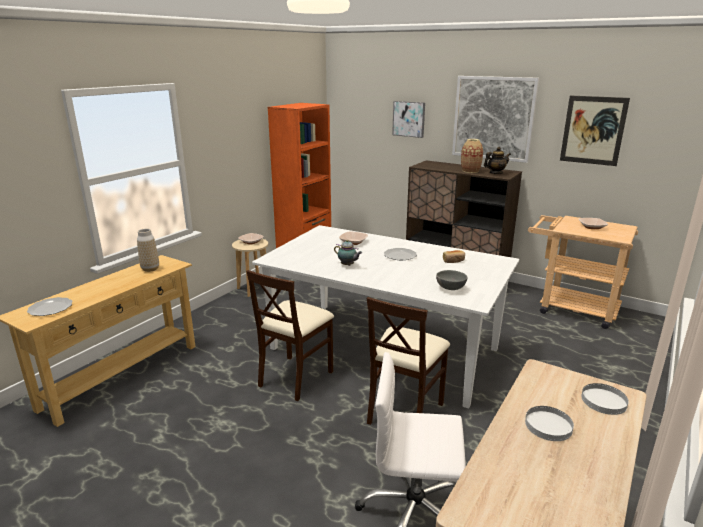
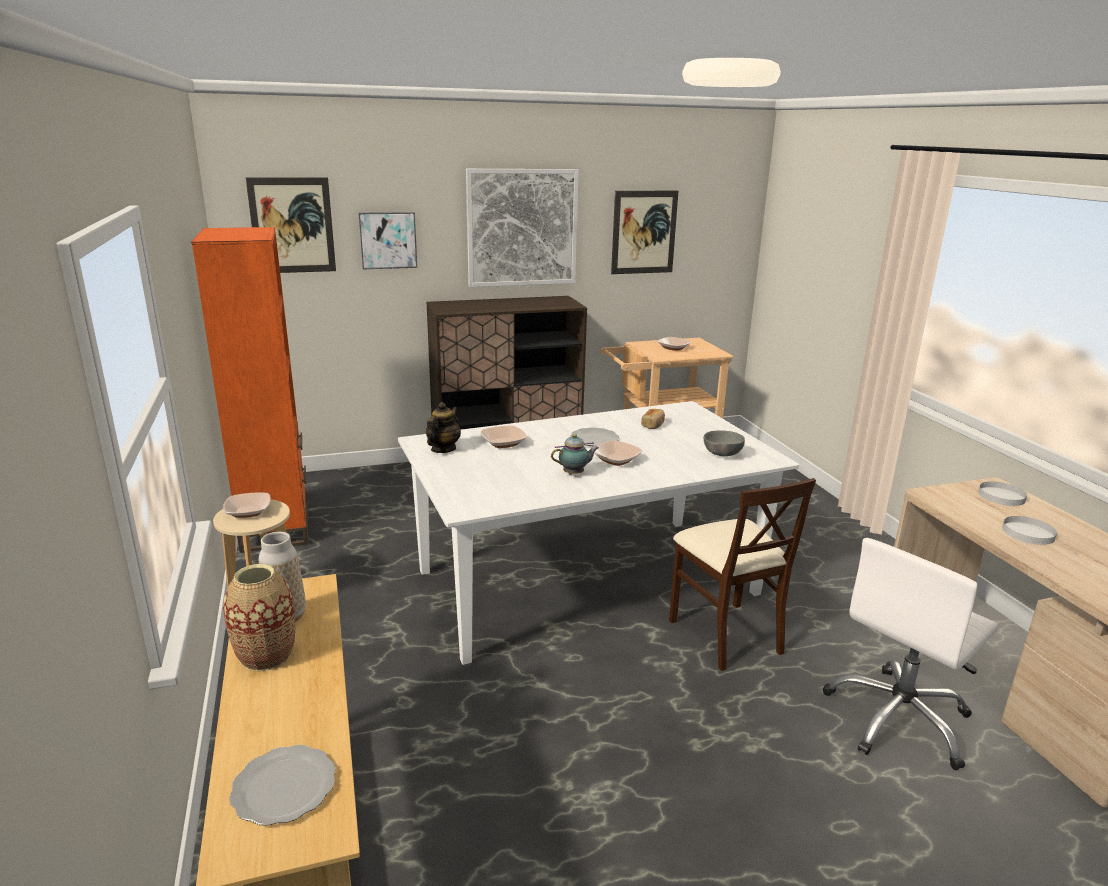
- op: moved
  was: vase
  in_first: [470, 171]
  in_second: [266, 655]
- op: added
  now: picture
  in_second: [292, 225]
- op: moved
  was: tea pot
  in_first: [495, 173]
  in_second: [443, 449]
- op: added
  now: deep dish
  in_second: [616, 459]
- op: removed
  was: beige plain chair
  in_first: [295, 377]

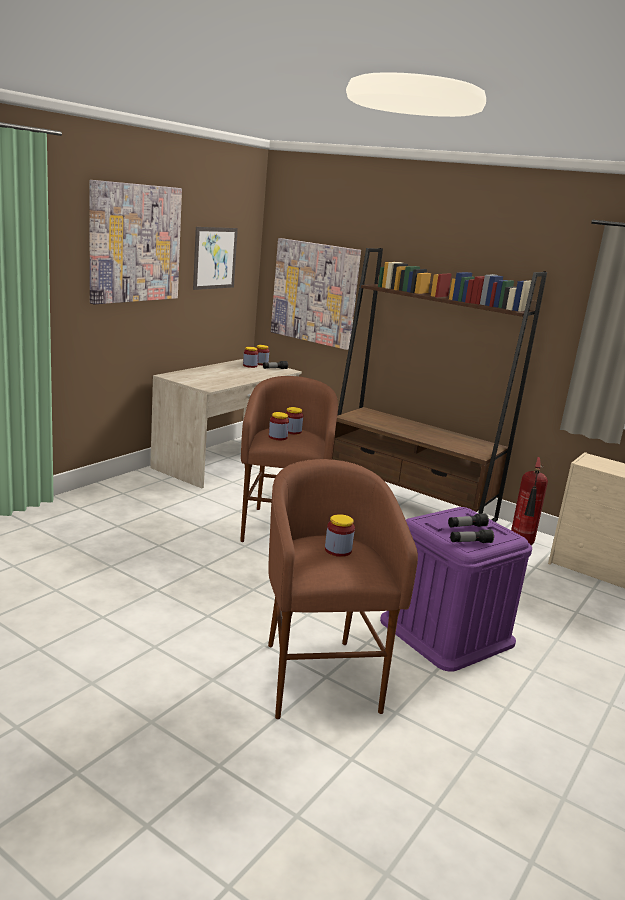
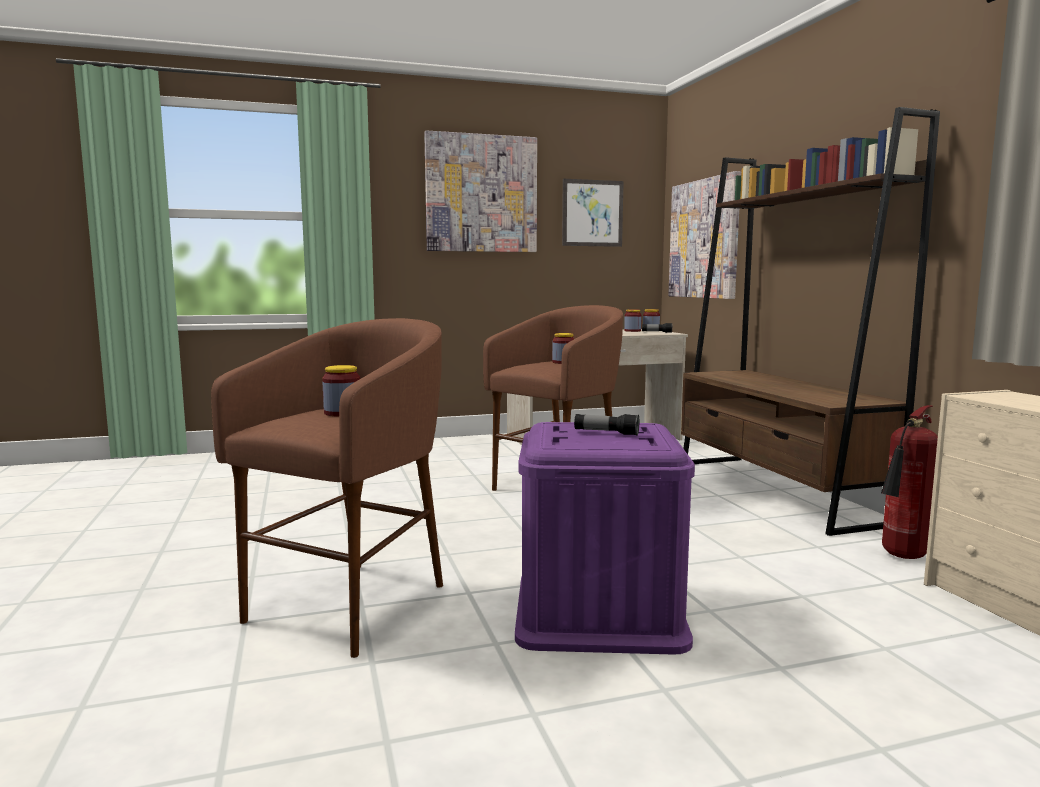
- op: removed
  was: storage jar
  in_first: [278, 437]
- op: removed
  was: torch
  in_first: [470, 542]

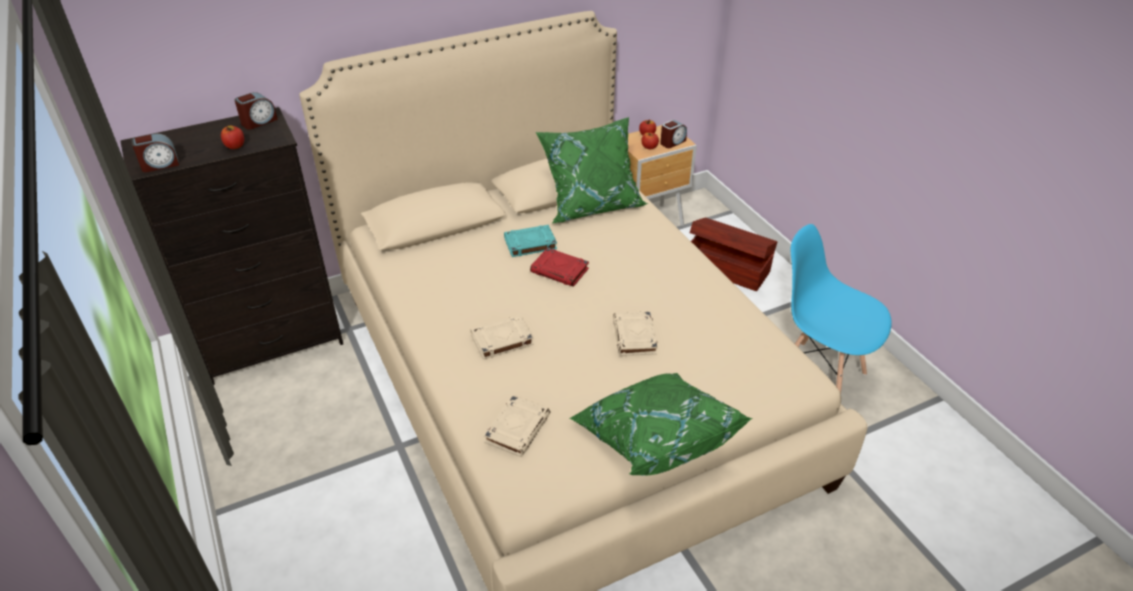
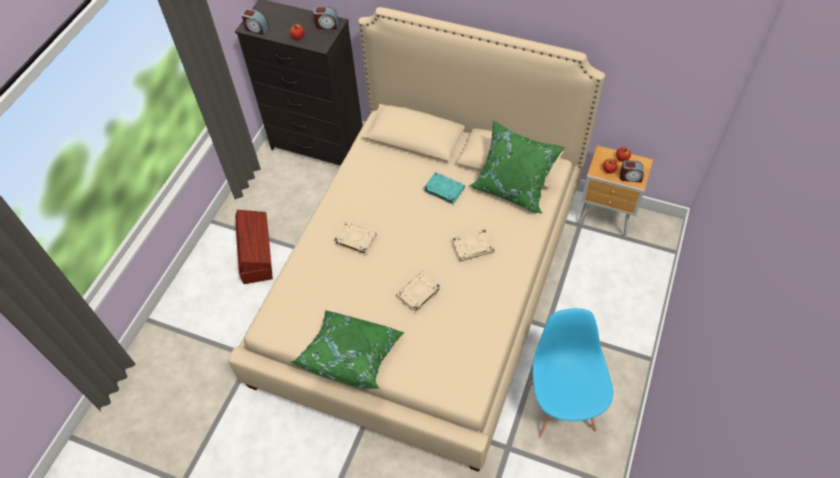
- op: moved
  was: brownish storage box
  in_first: [726, 267]
  in_second: [257, 255]
- op: moved
  was: beige book
  in_first: [517, 428]
  in_second: [473, 247]
- op: removed
  was: red-coloured book
  in_first: [560, 271]

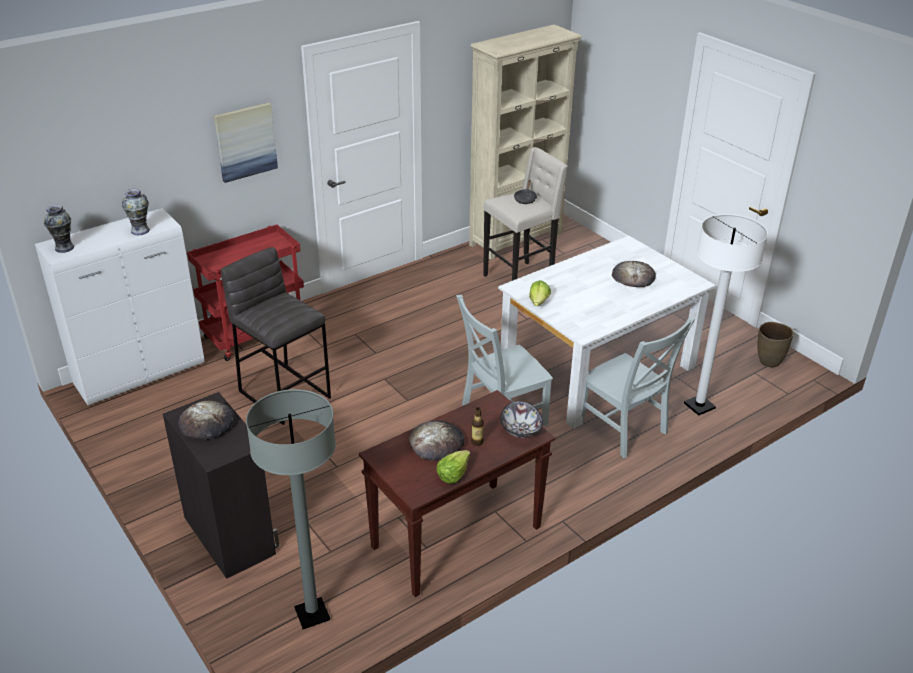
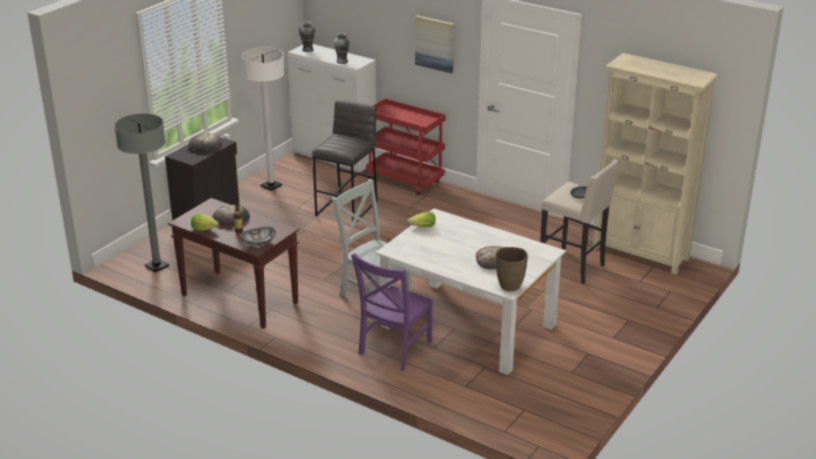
- op: moved
  was: whitish standard lamp
  in_first: [699, 406]
  in_second: [271, 186]
- op: recoloured
  was: grey plain chair
  now: purple-coloured plain chair
  in_first: [624, 430]
  in_second: [393, 349]
- op: moved
  was: brownish vase
  in_first: [768, 362]
  in_second: [509, 286]

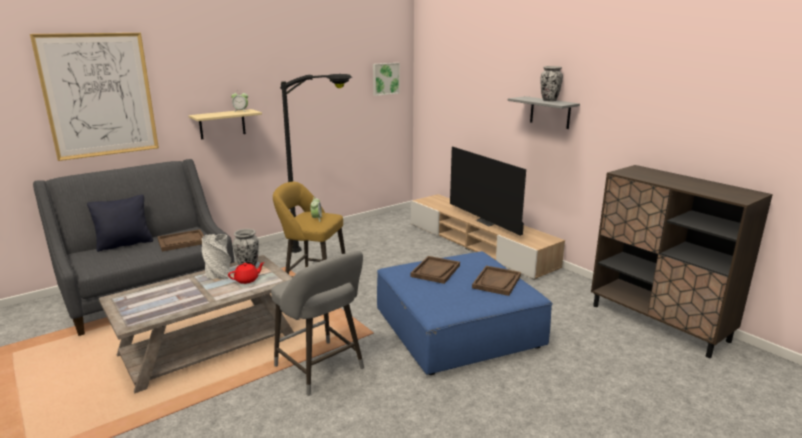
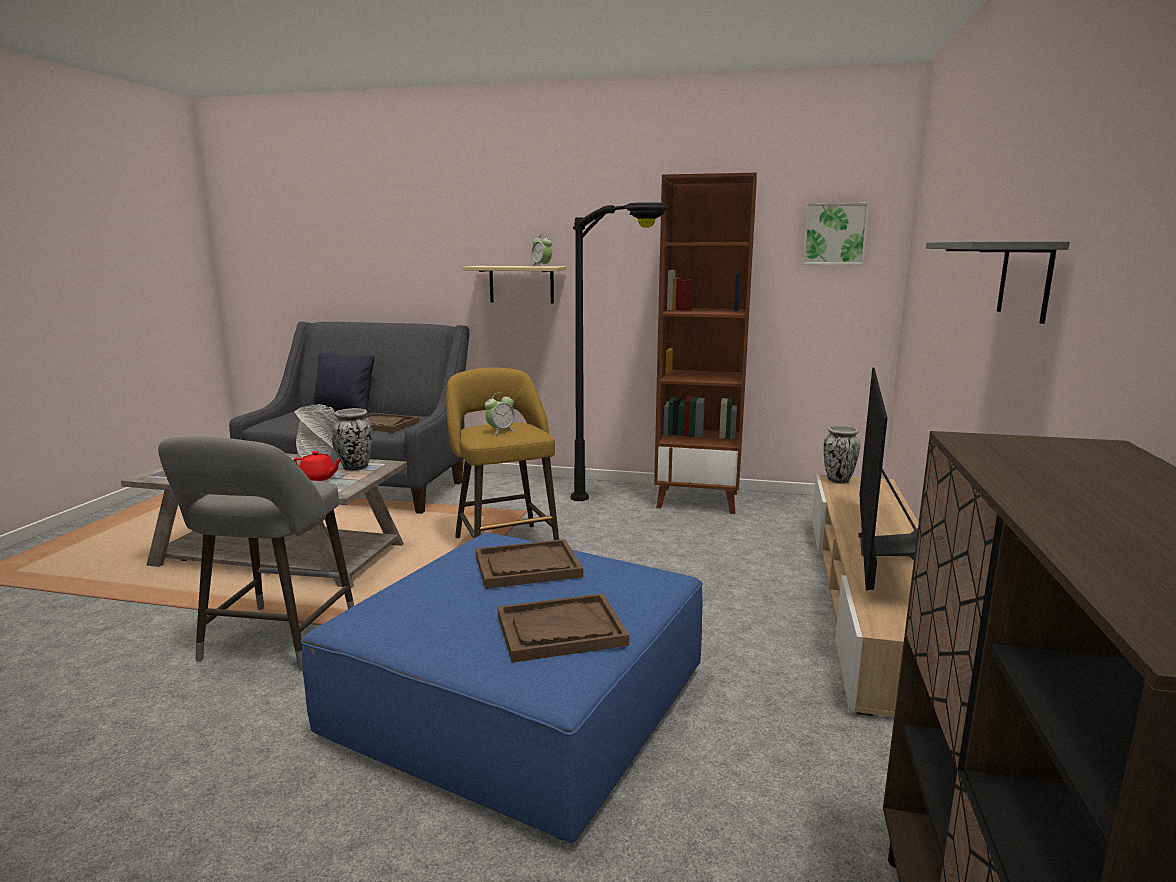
- op: added
  now: brownish bookshelf
  in_second: [698, 500]
- op: moved
  was: vase
  in_first: [549, 100]
  in_second: [838, 480]
- op: removed
  was: picture
  in_first: [99, 95]

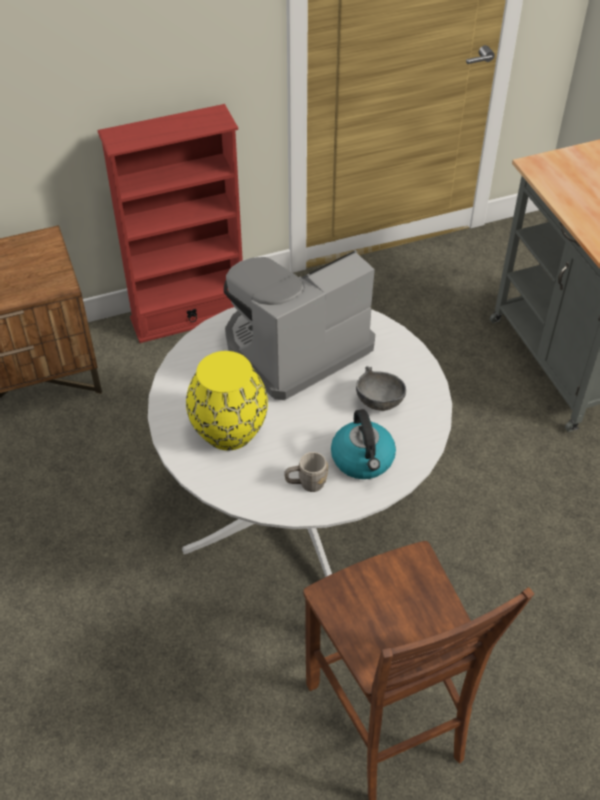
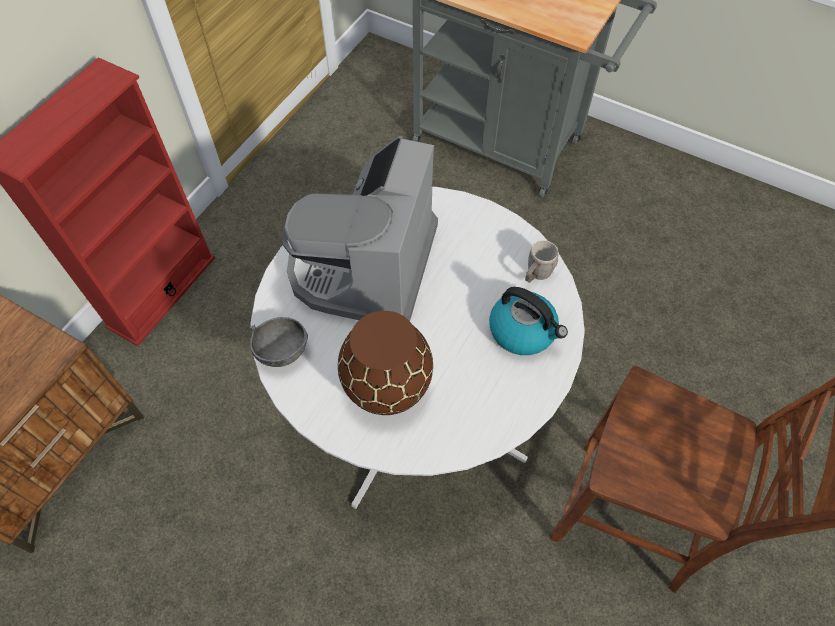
- op: moved
  was: grey deep dish
  in_first: [380, 401]
  in_second: [282, 350]
- op: recoloured
  was: yellow-coloured vase
  now: brownish vase
  in_first: [228, 430]
  in_second: [386, 388]
- op: moved
  was: grey tea mug
  in_first: [306, 484]
  in_second: [536, 274]

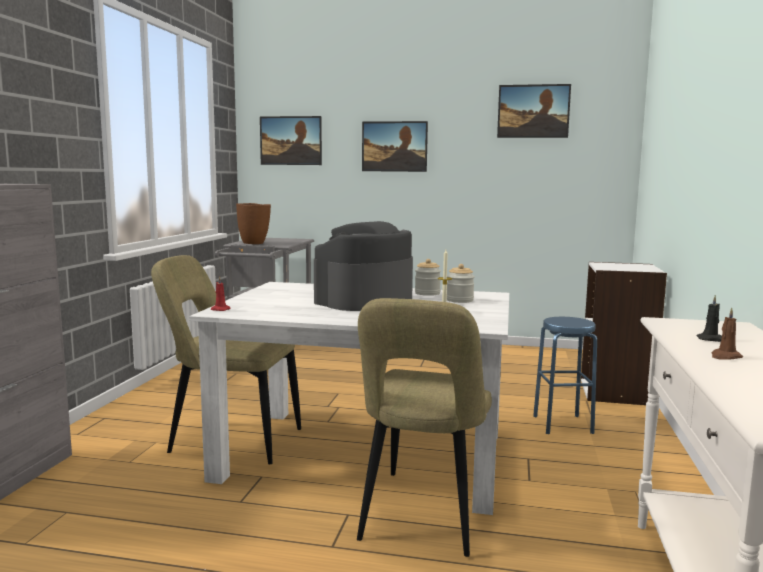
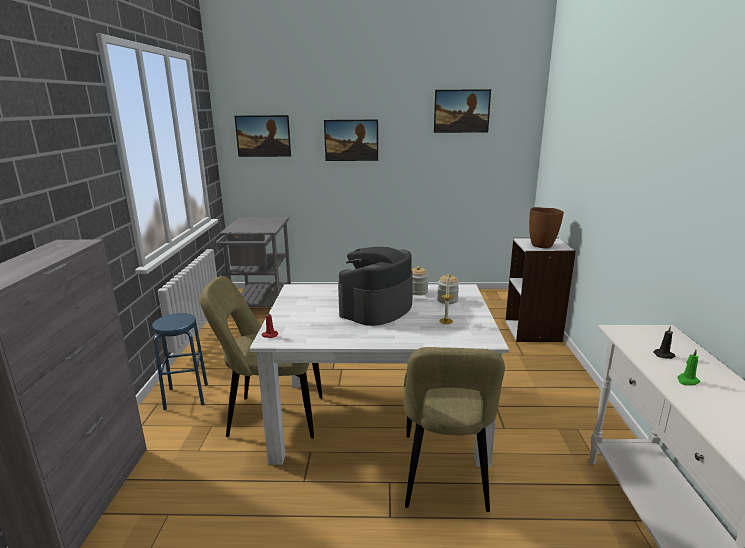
- op: moved
  was: bluish stool
  in_first: [562, 424]
  in_second: [186, 396]
- op: moved
  was: brownish vase
  in_first: [254, 243]
  in_second: [542, 245]
- op: recoloured
  was: brownish candle
  now: green candle
  in_first: [725, 357]
  in_second: [687, 381]

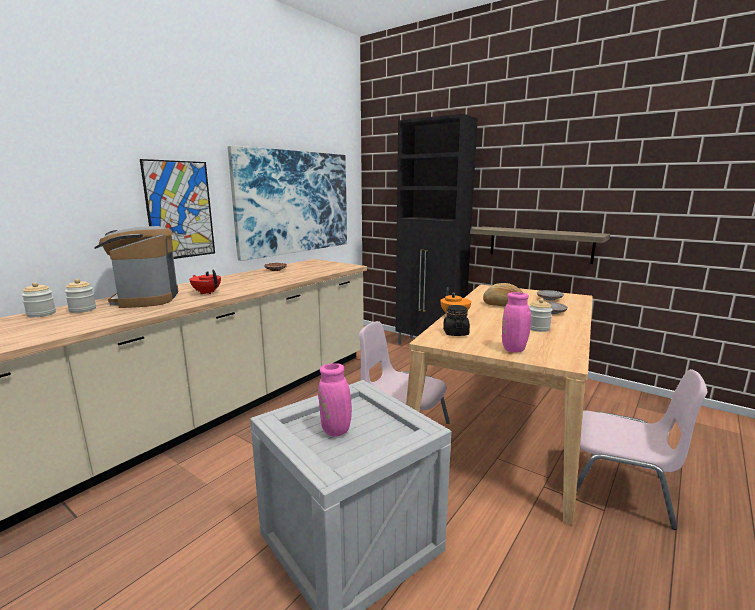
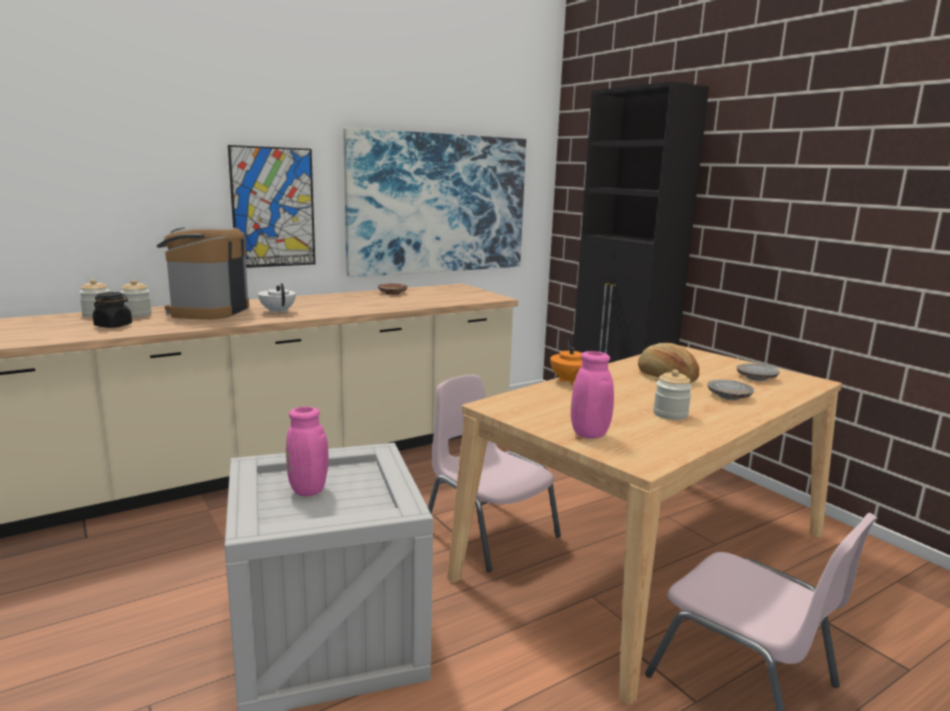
- op: moved
  was: black storage jar
  in_first: [455, 333]
  in_second: [113, 325]
- op: recoloured
  was: red-coloured tea pot
  now: whitish tea pot
  in_first: [207, 293]
  in_second: [278, 311]
- op: removed
  was: bracket shelf
  in_first: [539, 244]

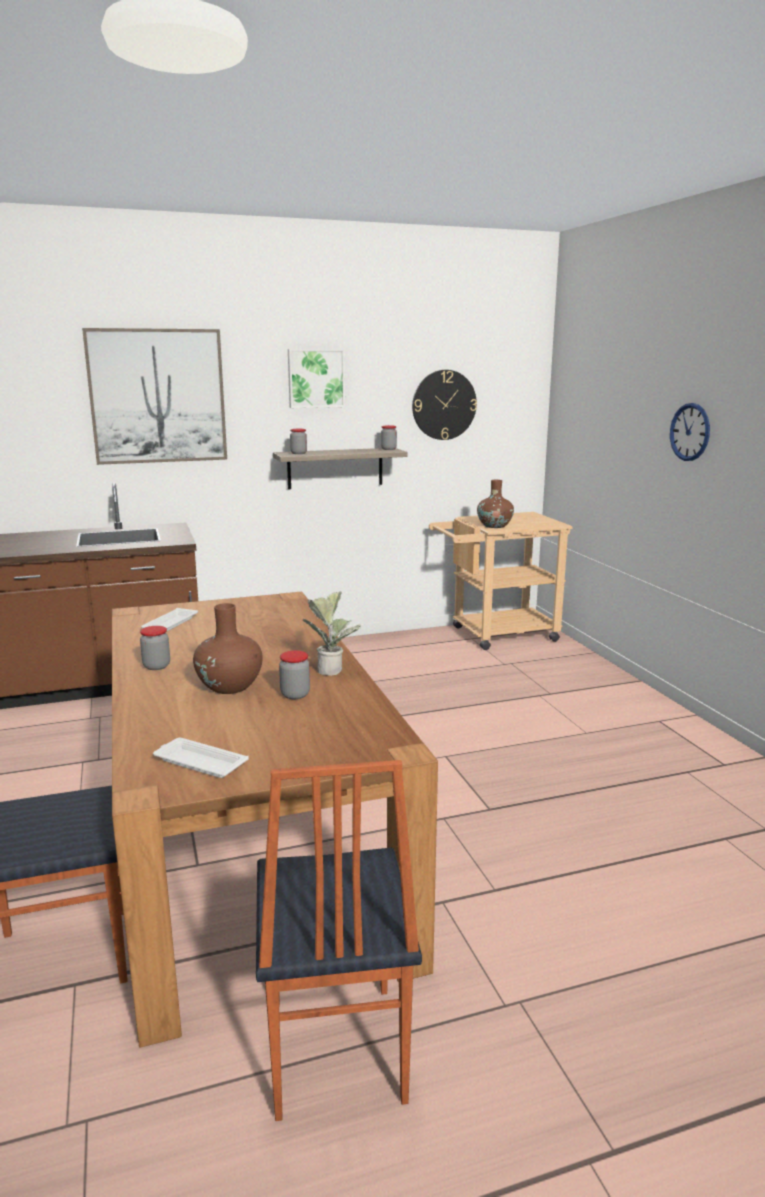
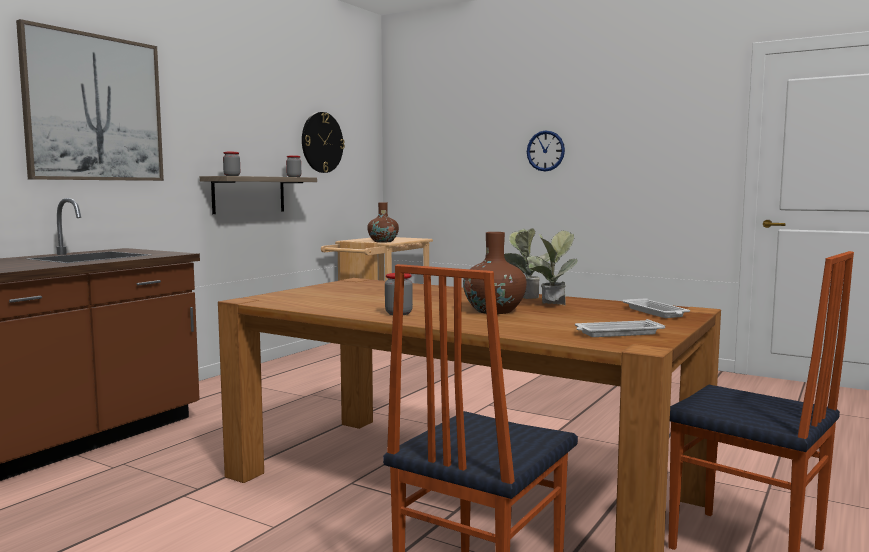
- op: replaced
  was: storage jar
  now: potted plant
  in_first: [295, 694]
  in_second: [550, 306]
- op: moved
  was: whitish carrying tray
  in_first: [169, 625]
  in_second: [655, 312]
- op: removed
  was: picture
  in_first: [316, 378]

